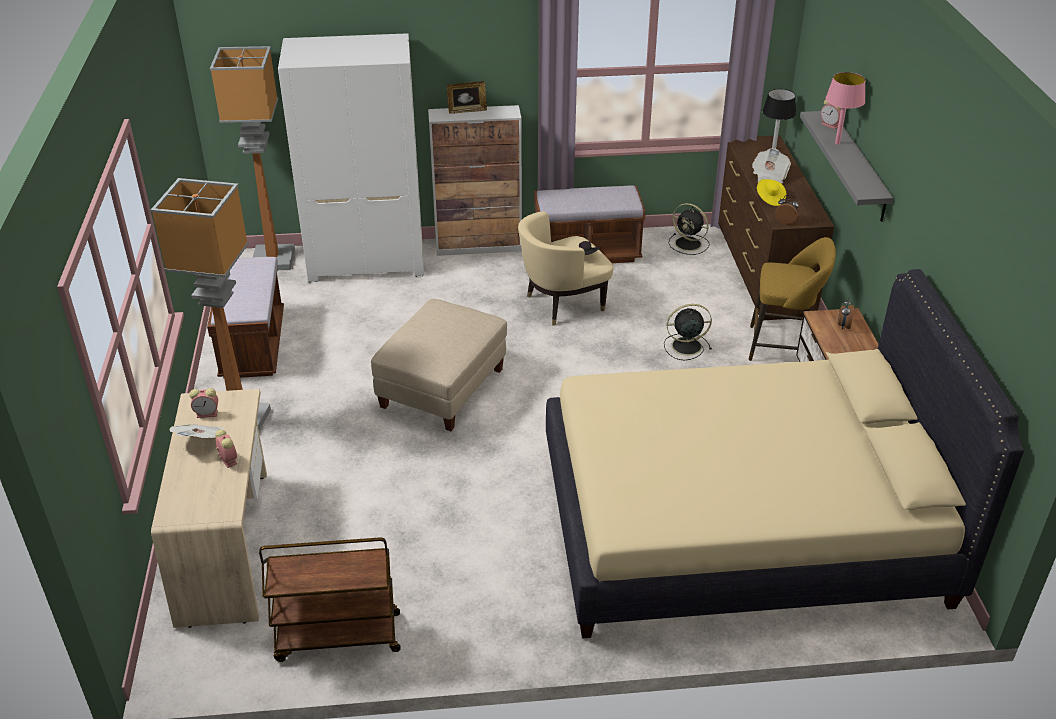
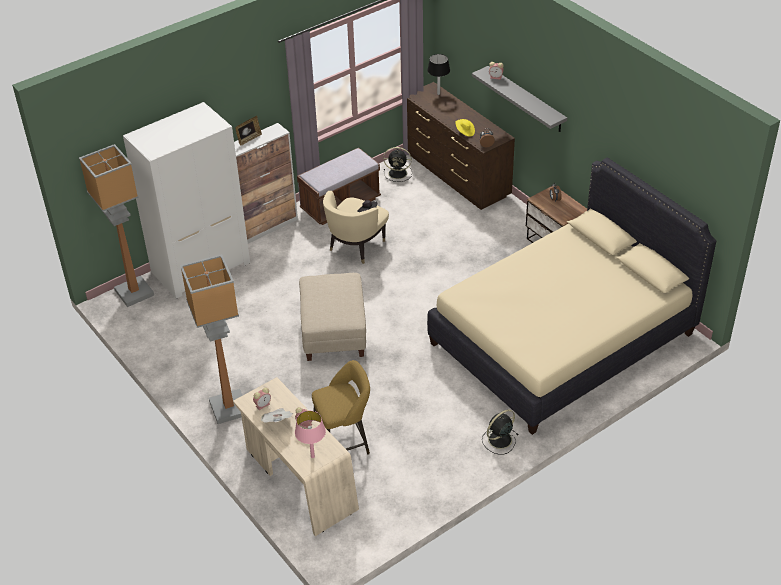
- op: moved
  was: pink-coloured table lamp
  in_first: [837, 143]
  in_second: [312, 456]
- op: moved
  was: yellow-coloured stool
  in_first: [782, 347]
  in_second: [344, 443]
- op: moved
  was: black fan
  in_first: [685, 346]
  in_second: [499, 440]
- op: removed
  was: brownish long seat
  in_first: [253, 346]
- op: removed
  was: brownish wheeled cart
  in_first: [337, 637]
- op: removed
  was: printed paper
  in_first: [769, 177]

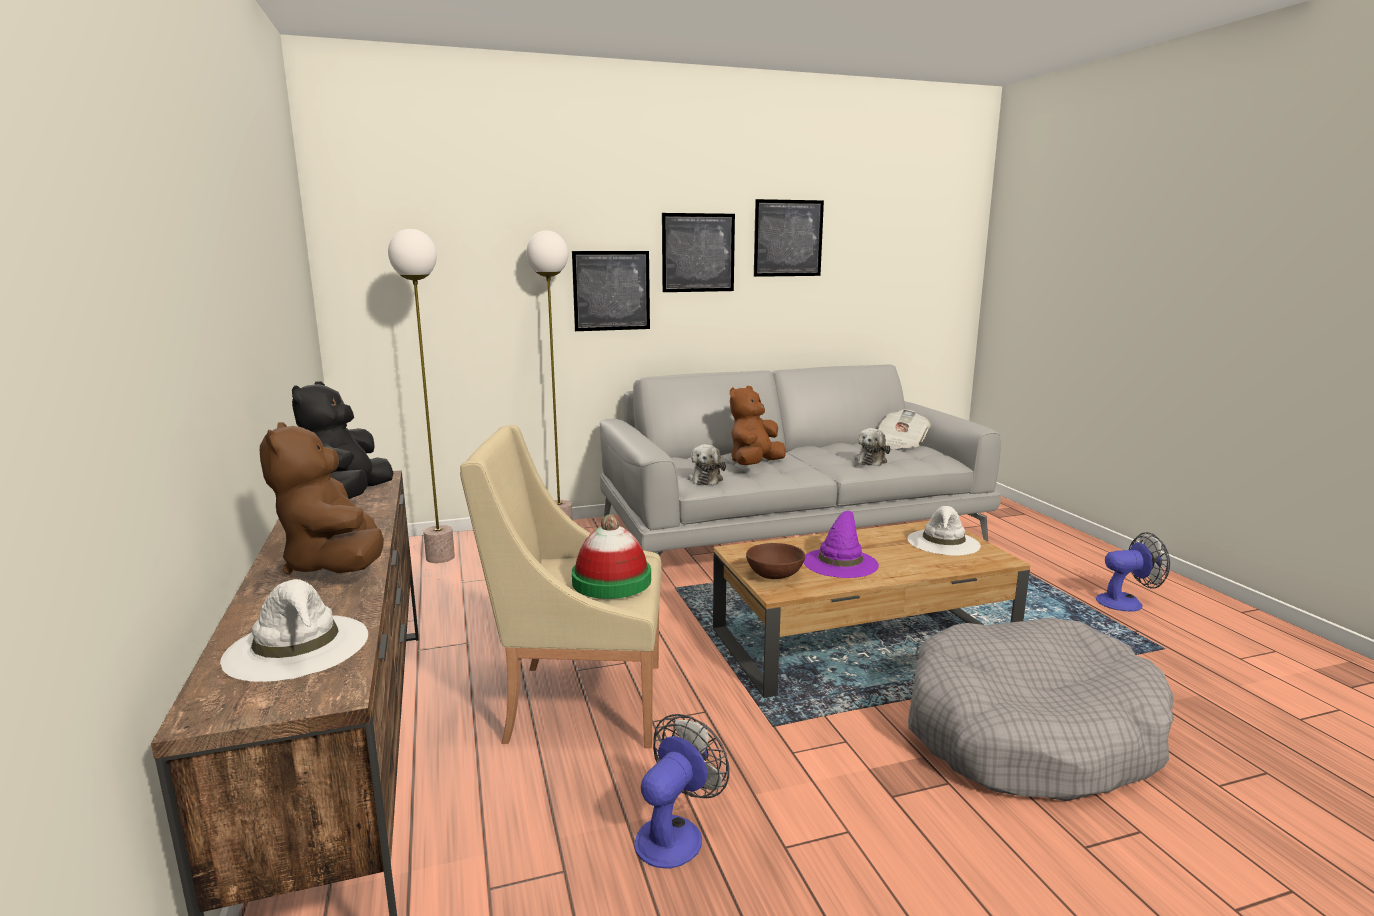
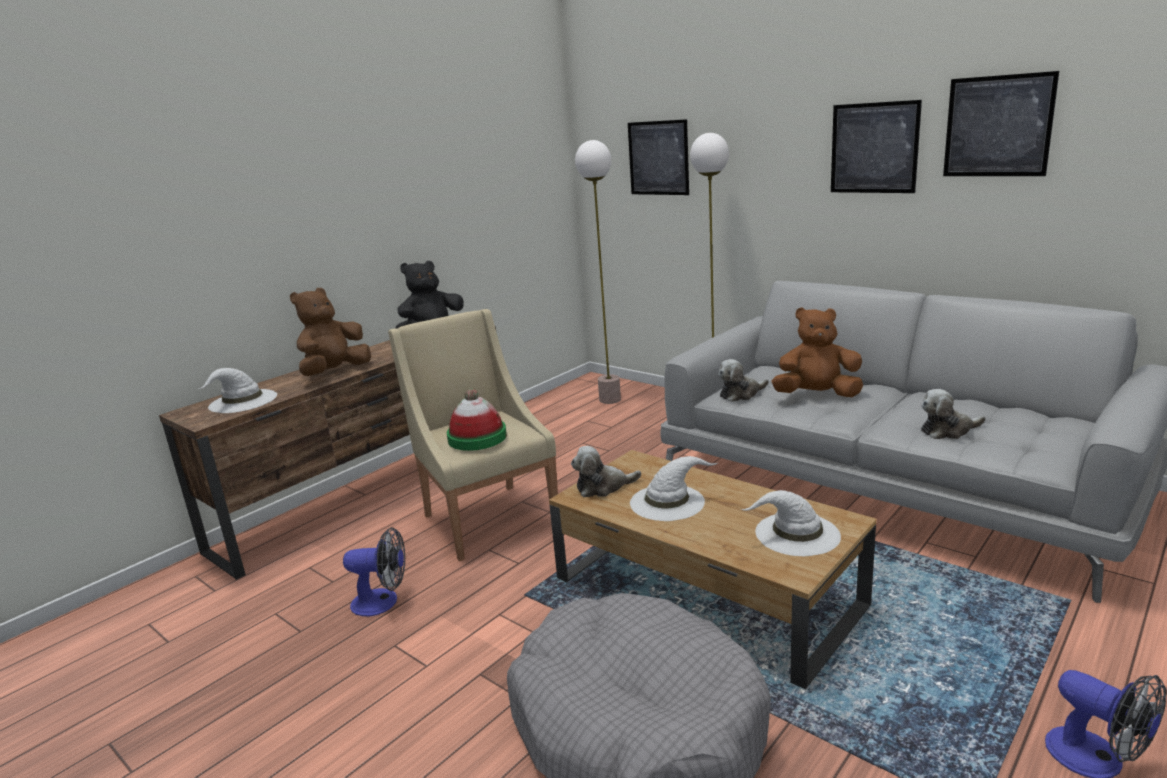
- op: replaced
  was: brownish deep dish
  now: plush toy
  in_first: [775, 576]
  in_second: [603, 487]
- op: moved
  was: picture
  in_first: [611, 291]
  in_second: [658, 158]
- op: recoloured
  was: purple-coloured clothing hat
  now: whitish clothing hat
  in_first: [840, 562]
  in_second: [668, 501]
- op: removed
  was: printed paper
  in_first: [901, 443]

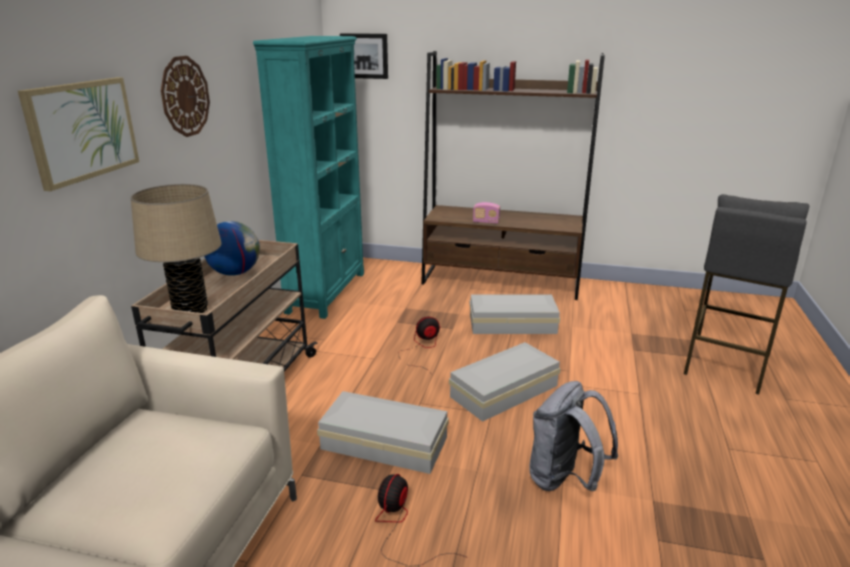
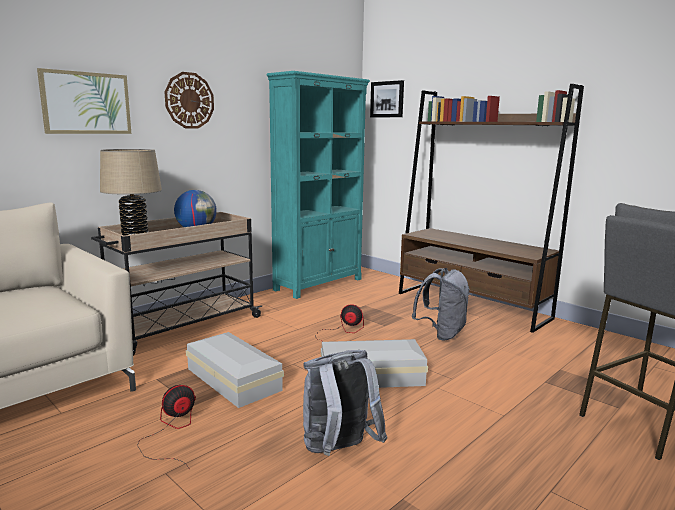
- op: replaced
  was: whitish storage box
  now: grey knapsack
  in_first: [510, 323]
  in_second: [441, 334]
- op: removed
  was: radio set
  in_first: [486, 222]

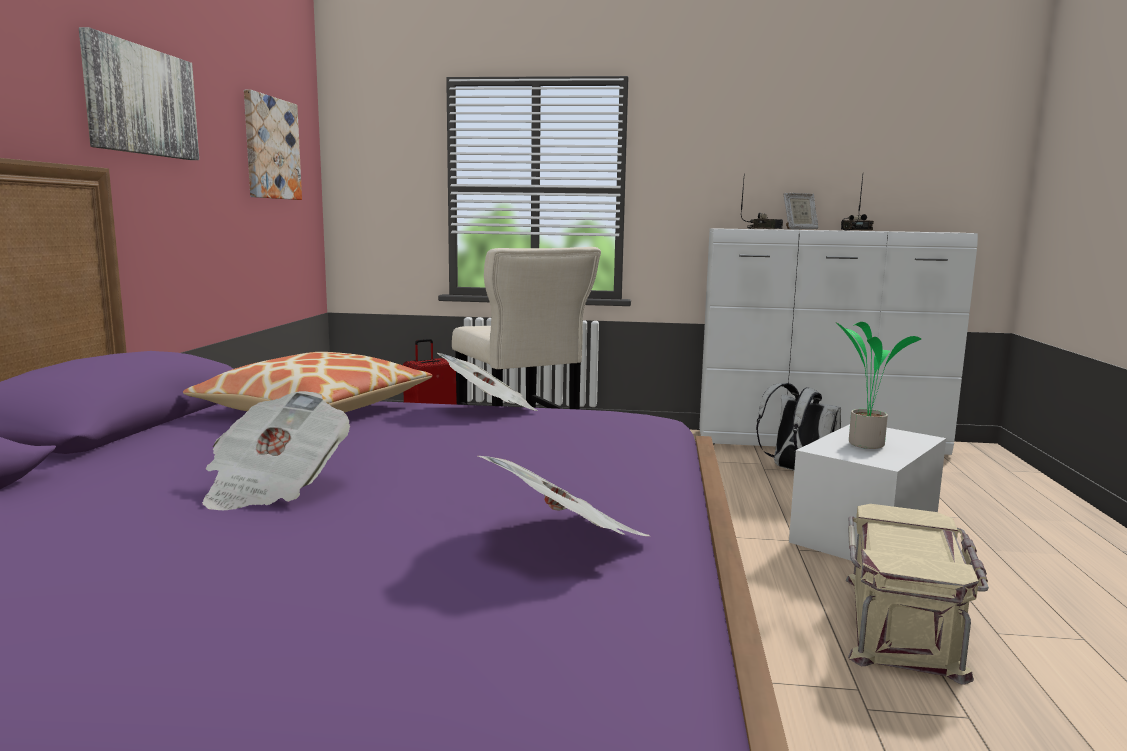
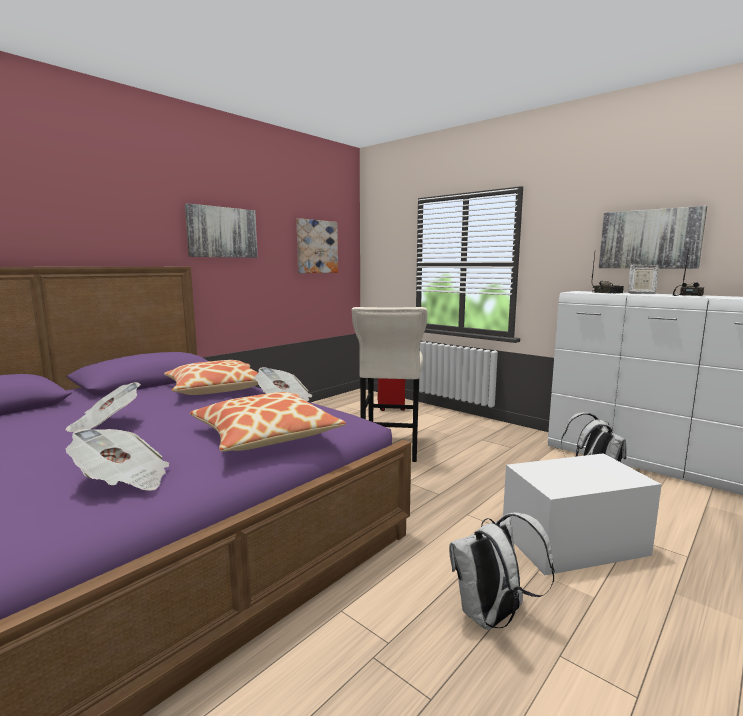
- op: added
  now: cushion
  in_second: [266, 435]
- op: replaced
  was: beige storage box
  now: whitish knapsack
  in_first: [904, 624]
  in_second: [493, 617]
- op: added
  now: picture
  in_second: [649, 239]
- op: removed
  was: potted plant
  in_first: [863, 444]

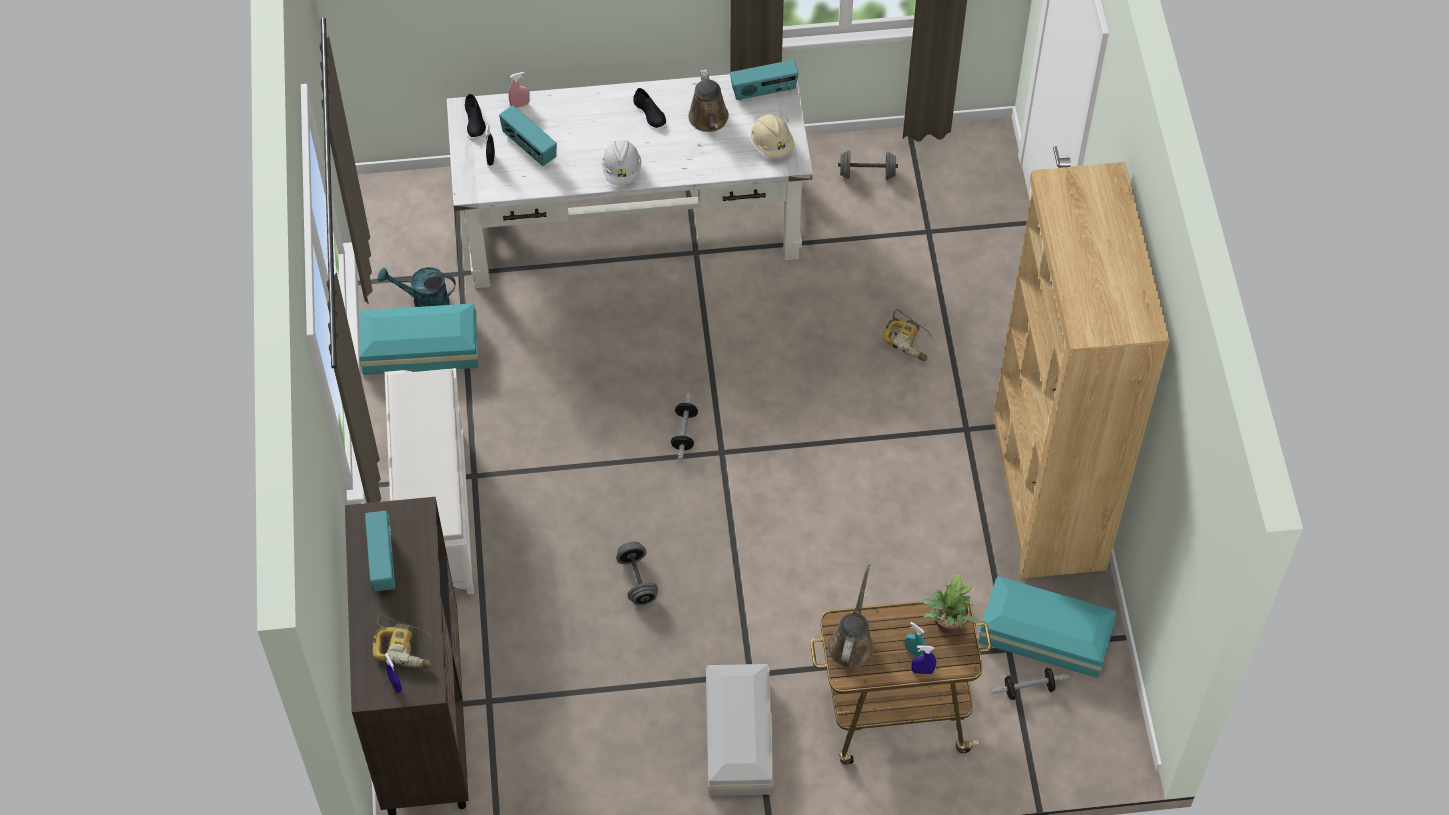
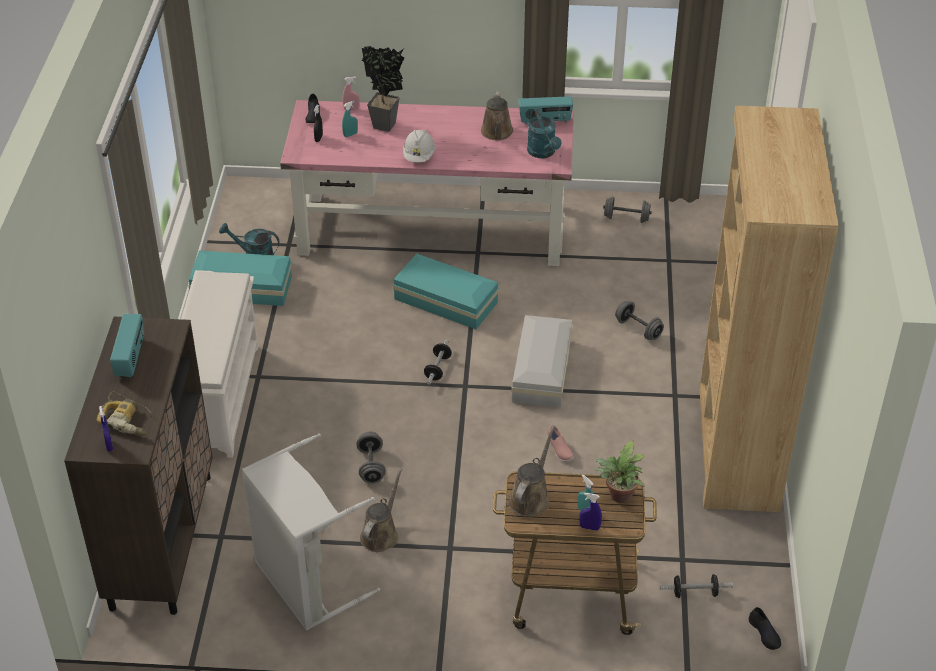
- op: added
  now: grey washing basket
  in_second: [305, 583]
- op: recoloured
  was: whitish desk table
  now: pink-coloured desk table
  in_first: [633, 224]
  in_second: [433, 229]
- op: replaced
  was: radio set
  now: turquoise hand sprayer
  in_first: [529, 147]
  in_second: [350, 134]
- op: added
  now: brownish sprinkling can
  in_second: [381, 534]
- op: added
  now: potted plant
  in_second: [386, 127]
- op: moved
  was: turquoise storage box
  in_first: [1046, 636]
  in_second: [446, 302]
- op: moved
  was: whitish storage box
  in_first: [737, 738]
  in_second: [540, 371]
- op: replaced
  was: beige hard hat
  now: turquoise sprinkling can
  in_first: [772, 144]
  in_second: [543, 153]
- op: added
  now: pink-coloured item of footwear
  in_second: [559, 450]
- op: replaced
  was: drill
  now: grey free weight
  in_first: [909, 340]
  in_second: [638, 329]
- op: moved
  was: black item of footwear
  in_first: [650, 113]
  in_second: [765, 633]

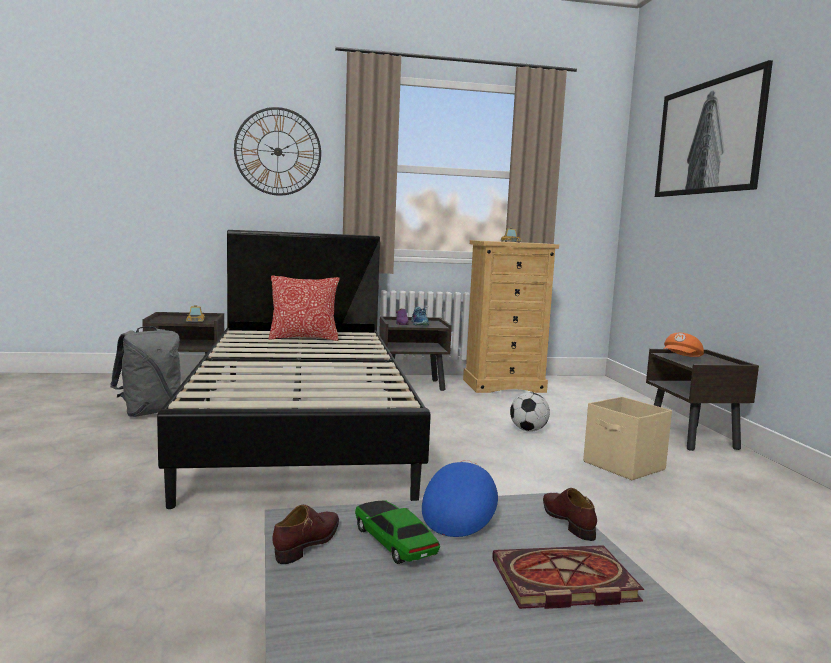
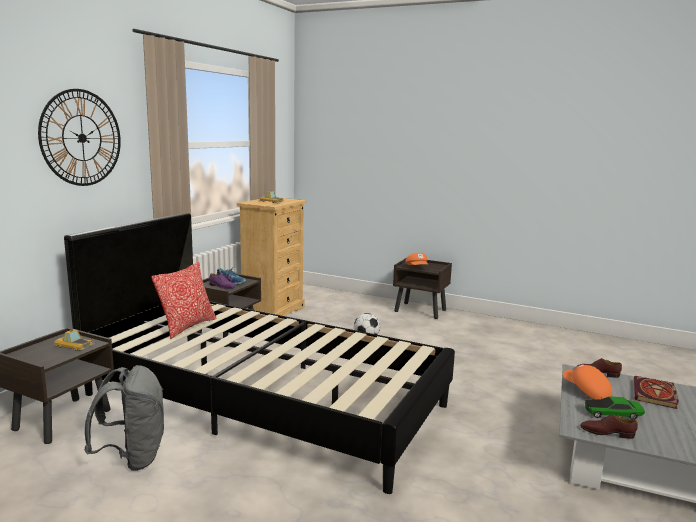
- op: recoloured
  was: bluish peaked cap
  now: orange-coloured peaked cap
  in_first: [460, 517]
  in_second: [586, 392]
- op: turned
  was: brownish item of footwear
  in_first: [309, 542]
  in_second: [607, 433]
  clockwise: -45
- op: removed
  was: beige storage box
  in_first: [624, 466]
- op: removed
  was: picture
  in_first: [709, 138]

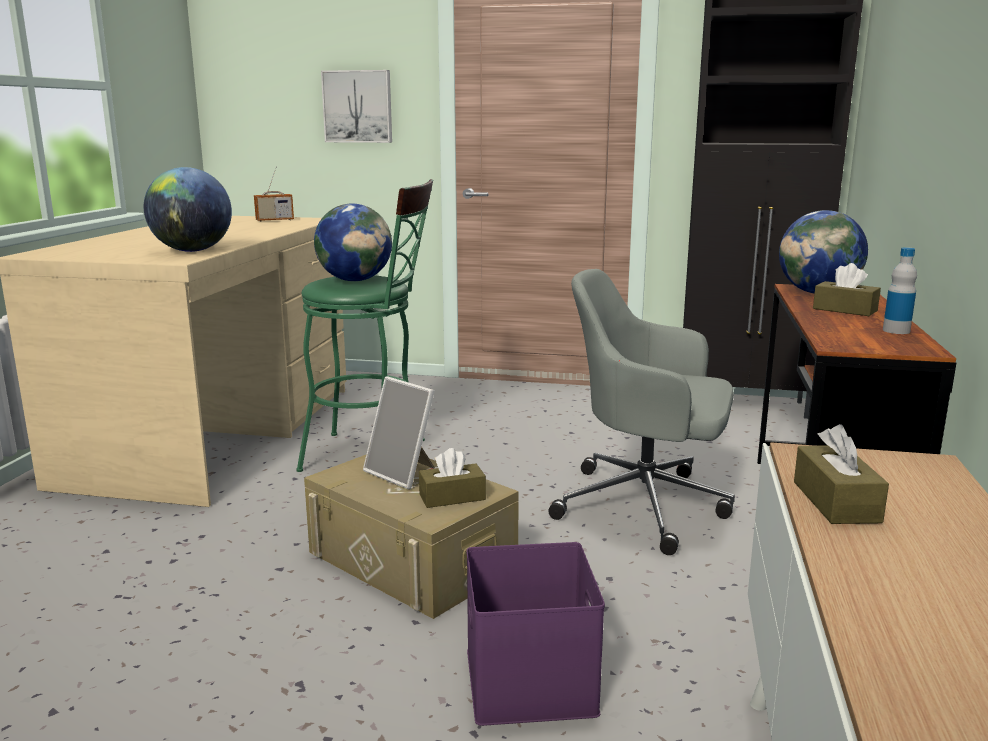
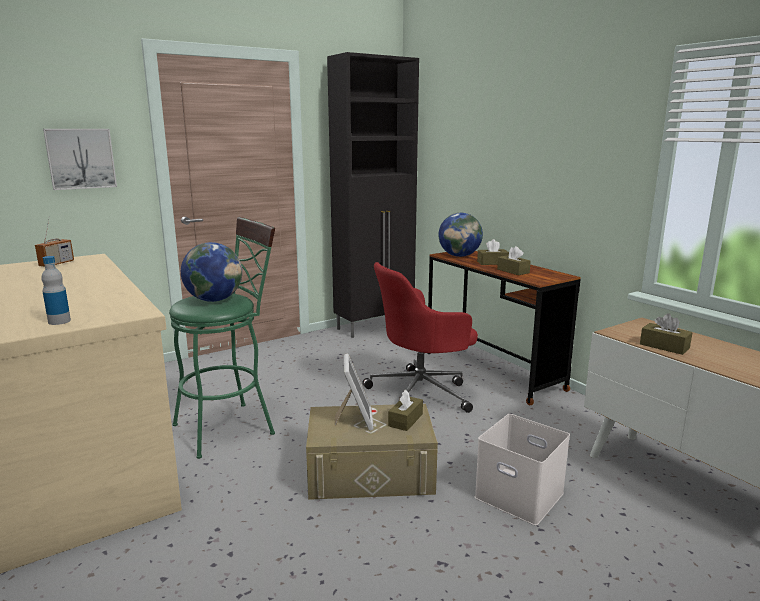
- op: moved
  was: drink bottle
  in_first: [896, 331]
  in_second: [59, 321]
- op: turned
  was: photo frame
  in_first: [403, 473]
  in_second: [355, 419]
  clockwise: -90
- op: recoloured
  was: grey computer chair
  now: red-coloured computer chair
  in_first: [646, 506]
  in_second: [421, 393]
- op: recoloured
  was: purple-coloured storage box
  now: whitish storage box
  in_first: [533, 682]
  in_second: [521, 495]
- op: added
  now: brownish tissue holder
  in_second: [513, 271]
- op: removed
  was: world globe
  in_first: [192, 251]

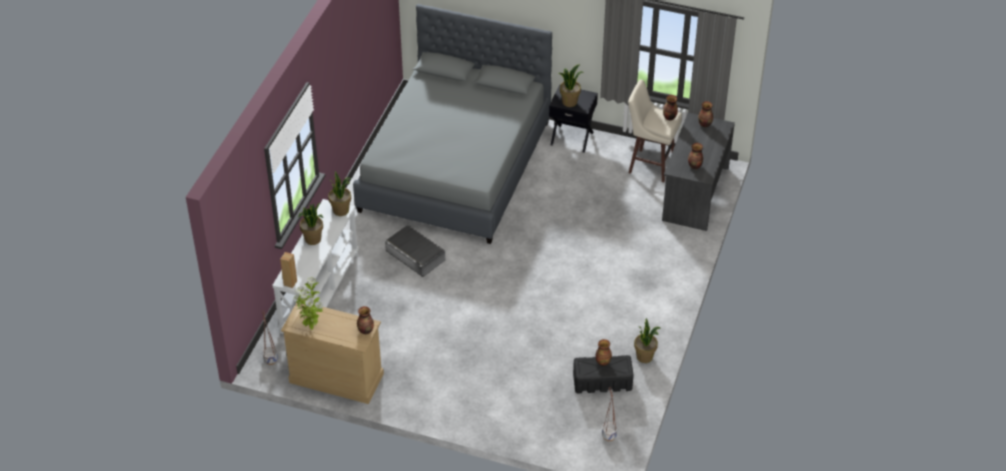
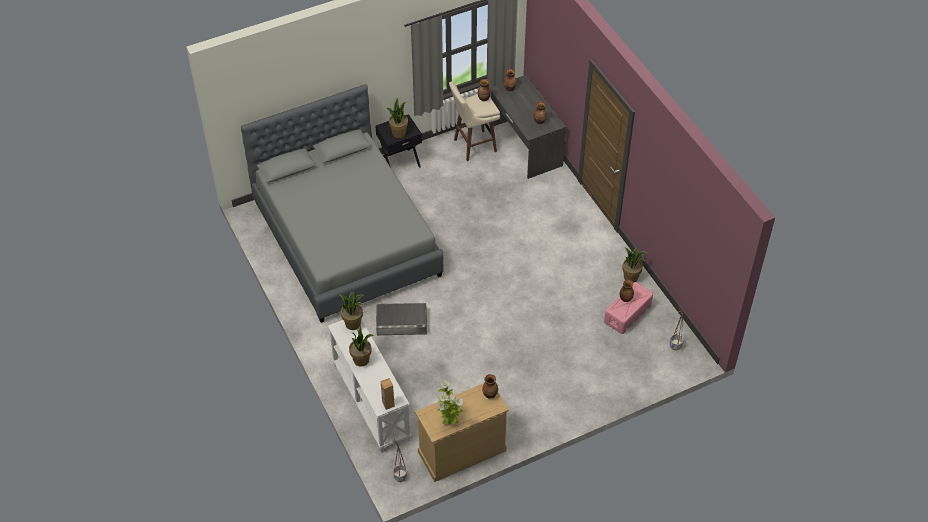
- op: recoloured
  was: black storage box
  now: pink-coloured storage box
  in_first: [602, 382]
  in_second: [627, 314]

